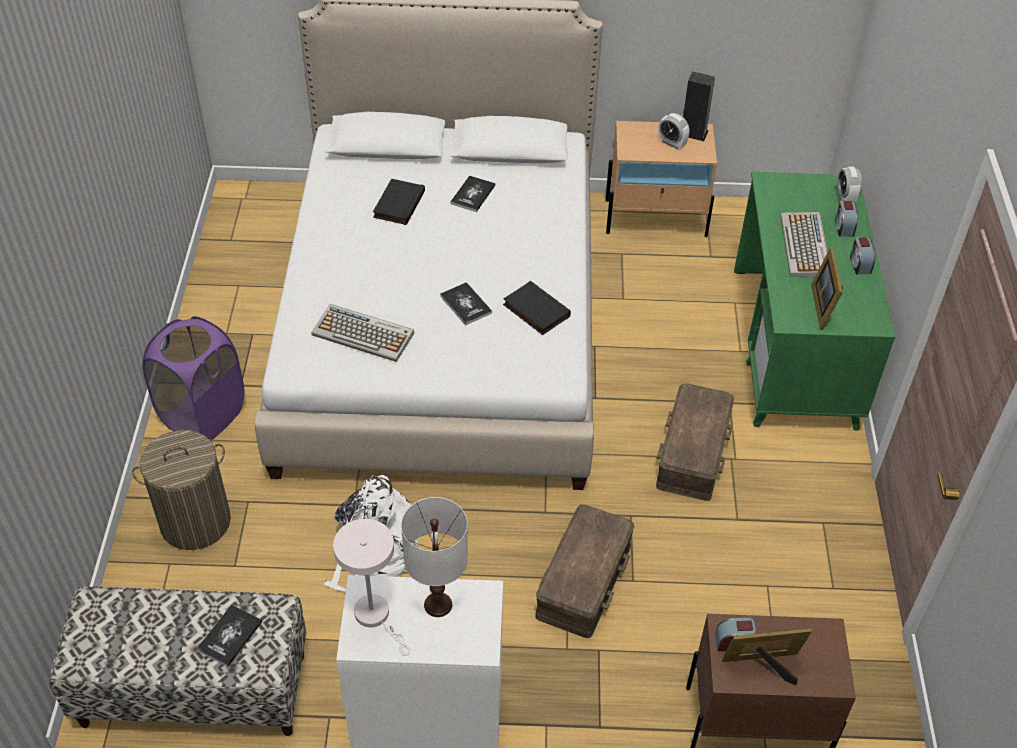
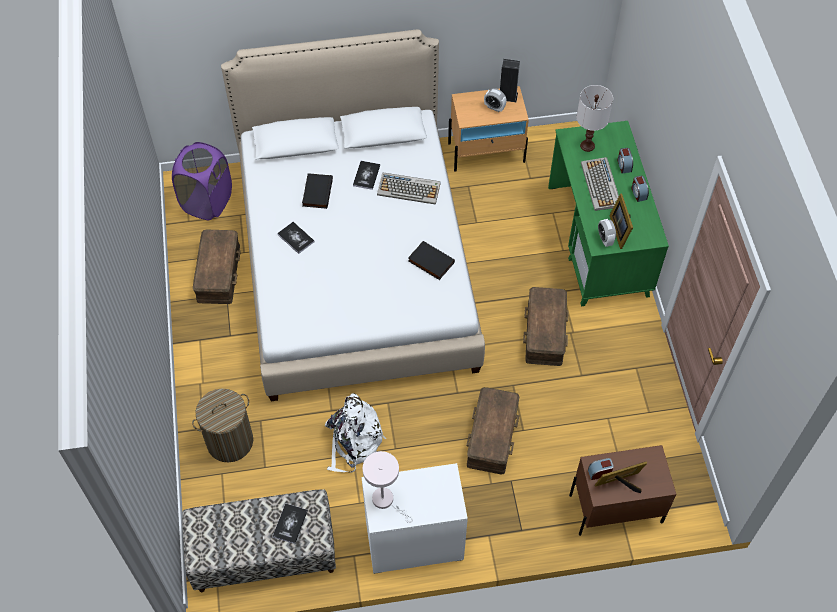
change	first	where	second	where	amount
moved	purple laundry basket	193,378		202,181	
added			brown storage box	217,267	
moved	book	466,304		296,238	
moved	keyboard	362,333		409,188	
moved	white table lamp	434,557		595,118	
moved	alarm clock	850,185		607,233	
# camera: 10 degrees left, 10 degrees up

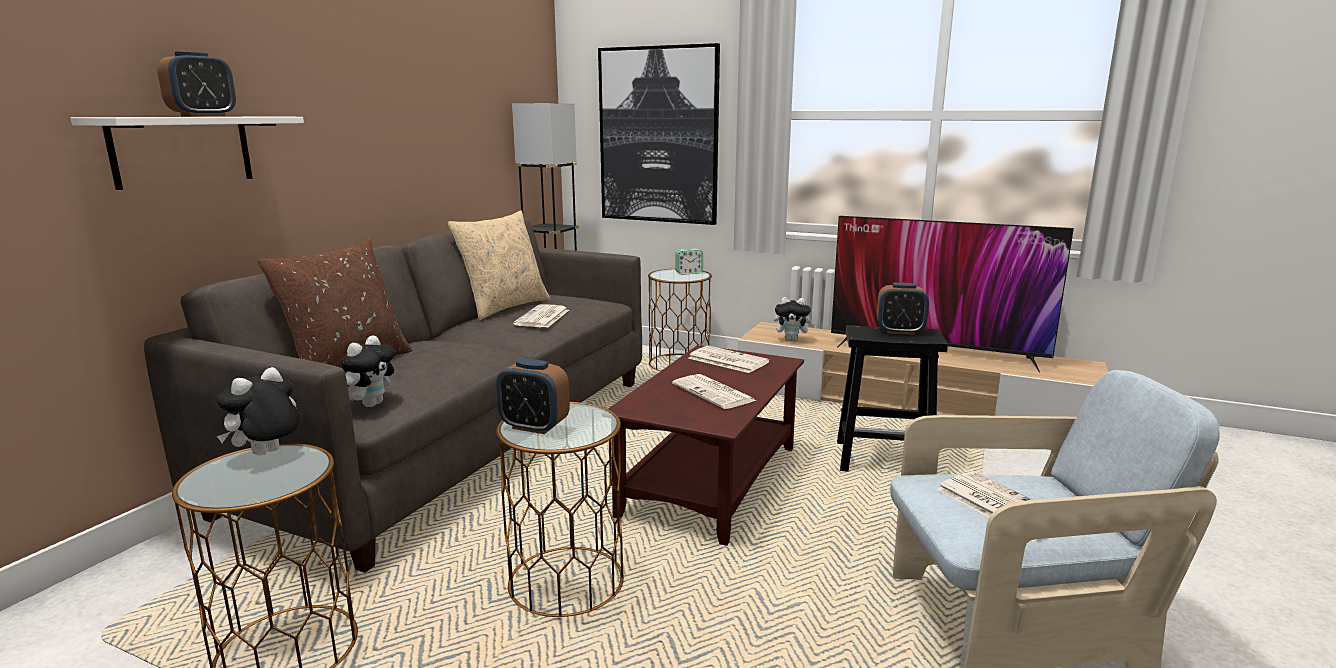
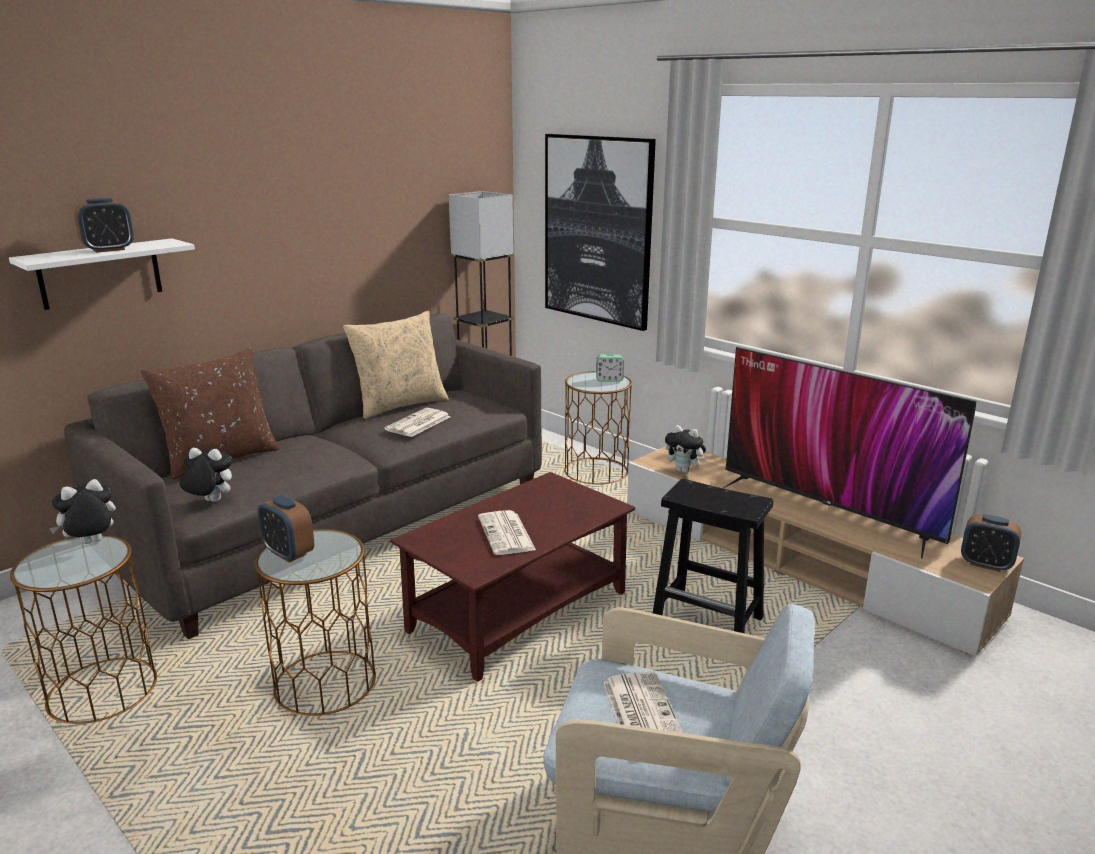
change	first	where	second	where	amount
turned	plush toy	368,371		206,475	120 degrees counterclockwise
moved	alarm clock	903,309		991,543	
removed	newspaper	729,359			
# camera: 20 degrees right, 5 degrees up

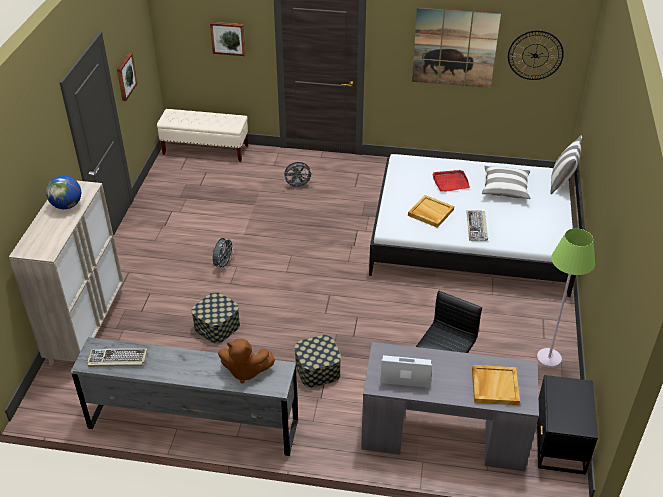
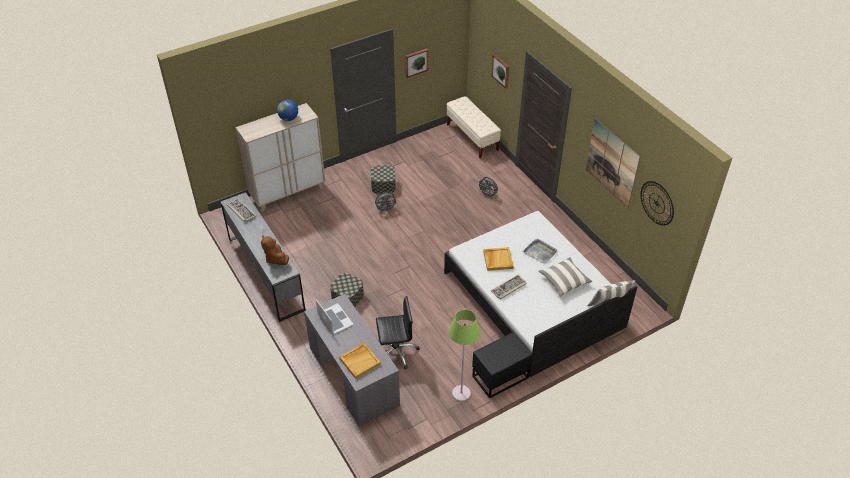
change	first	where	second	where	amount
moved	storage box	215,317		383,179	
moved	black nightstand	567,425		502,365	
recoloured	red tray	451,181	grey tray	540,251	
# camera: 50 degrees right, 5 degrees up

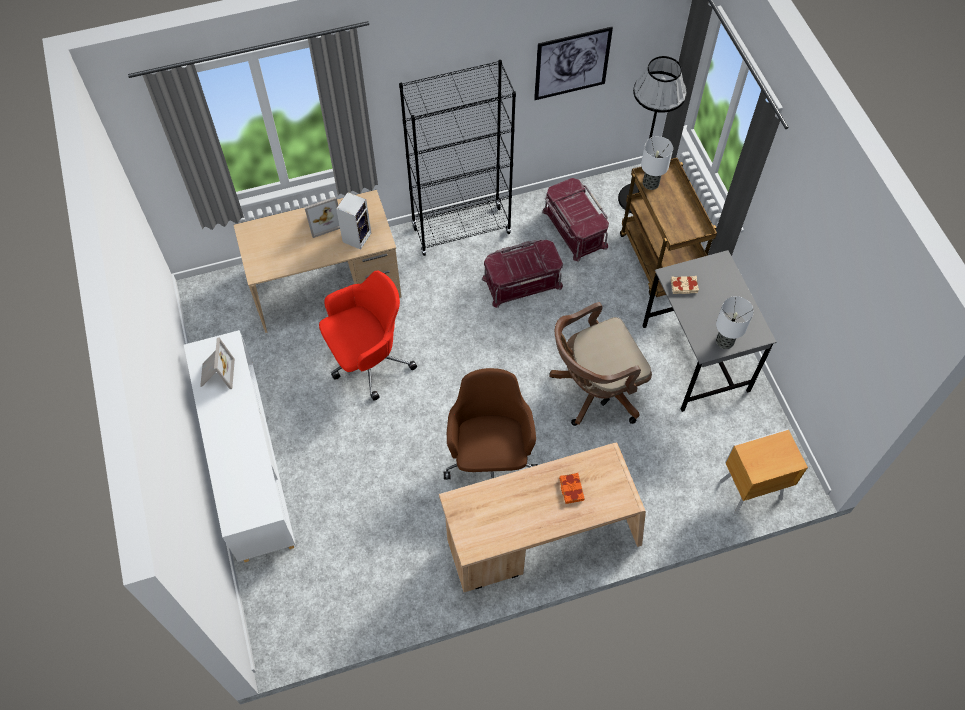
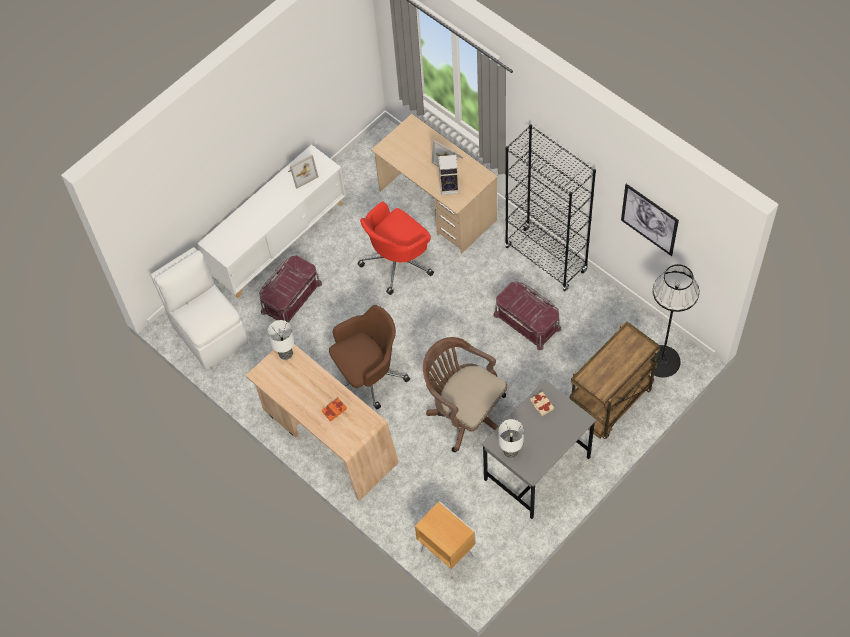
change	first	where	second	where	amount
added			white chair	199,308	
moved	red storage box	575,219		290,289	
moved	table lamp	657,163		281,340	
turned	red office chair	368,335		395,248	105 degrees clockwise
# camera: 65 degrees right, 0 degrees up

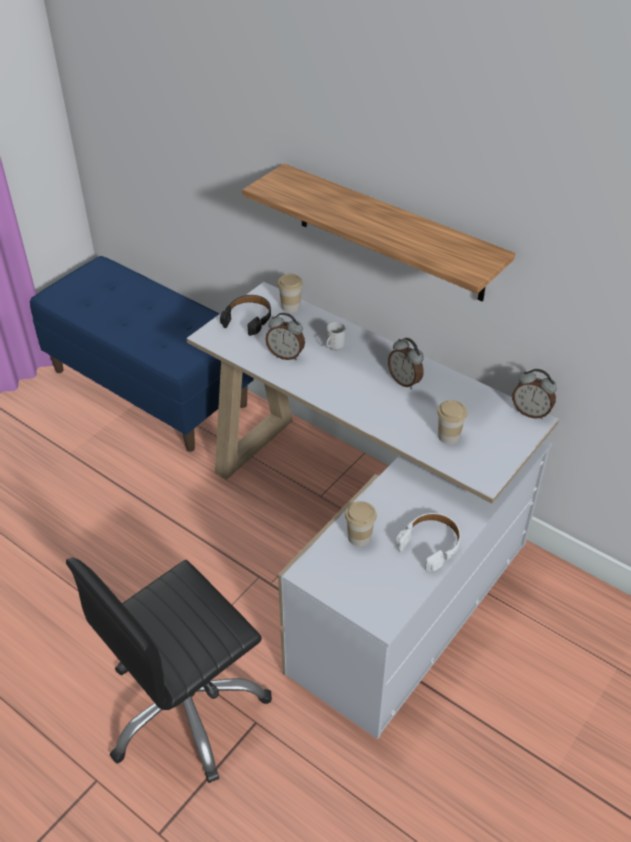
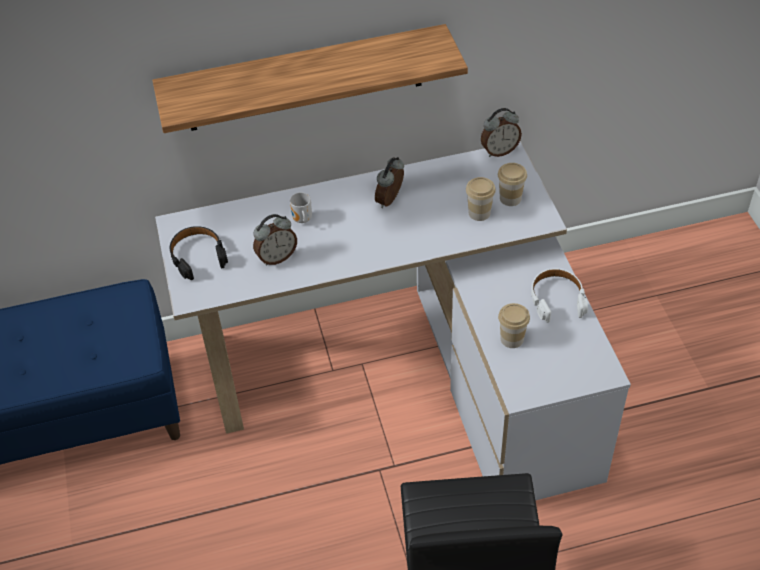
change	first	where	second	where	amount
turned	alarm clock	406,363		389,182	120 degrees clockwise
moved	cup	290,293		512,184	
# camera: 50 degrees left, 5 degrees up

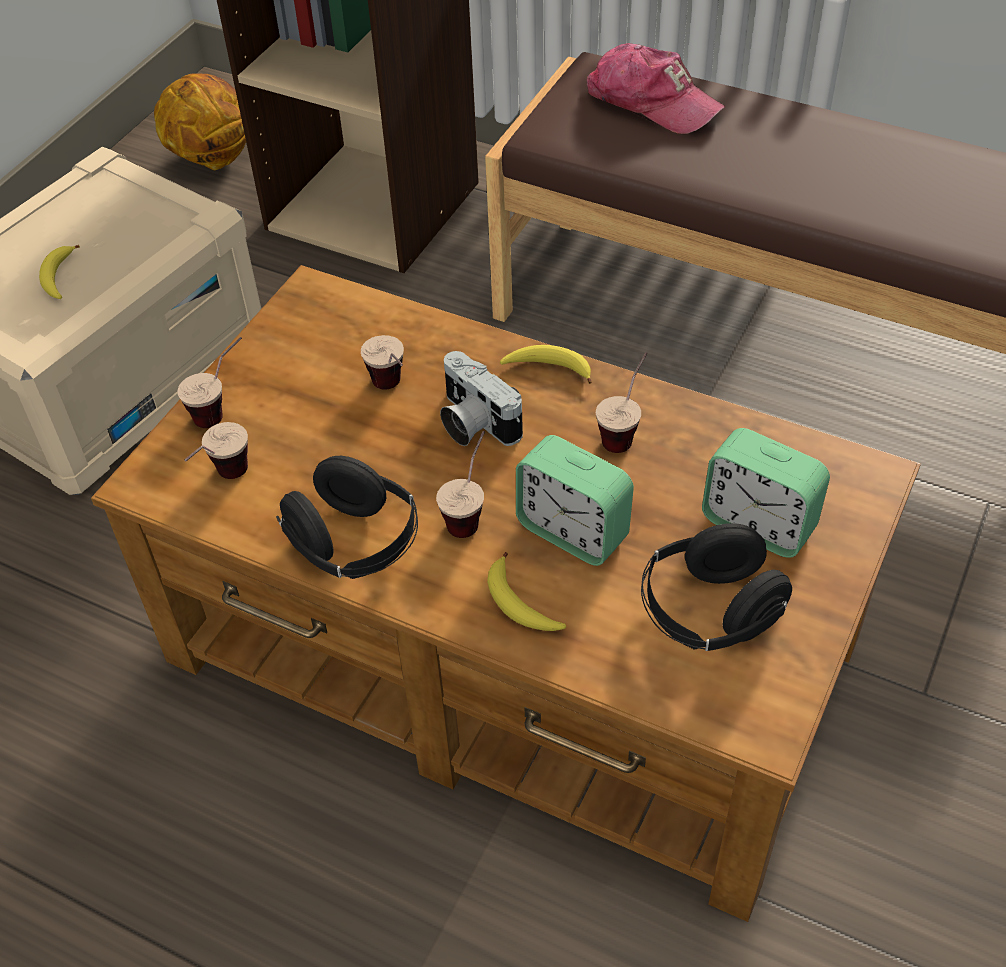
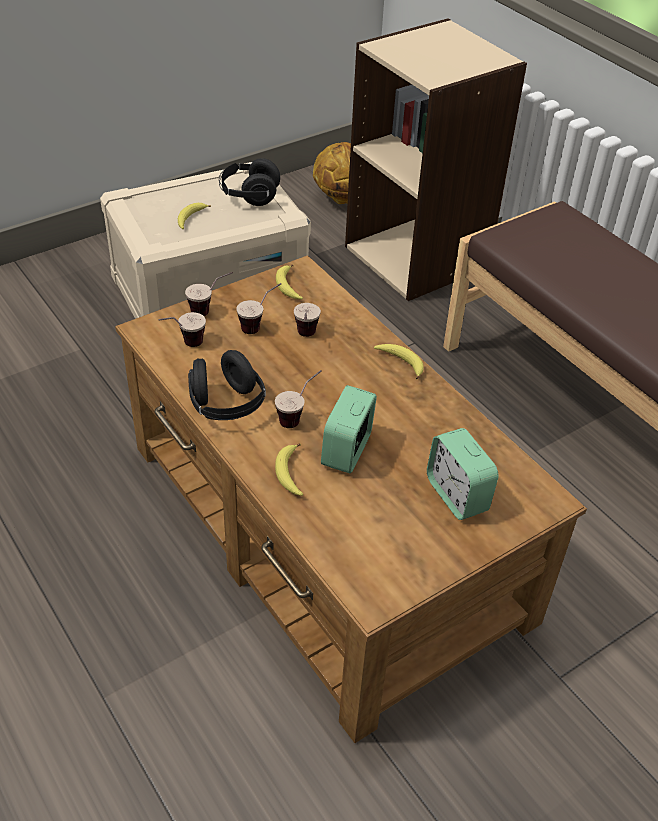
change	first	where	second	where	amount
moved	black headphones	716,587		249,182	
moved	cup	621,402		258,308	
added			banana	289,282	
turned	alarm clock	575,500		349,429	45 degrees clockwise
removed	photo camera	481,398			
removed	cap	655,88			
# camera: 25 degrees right, 5 degrees down

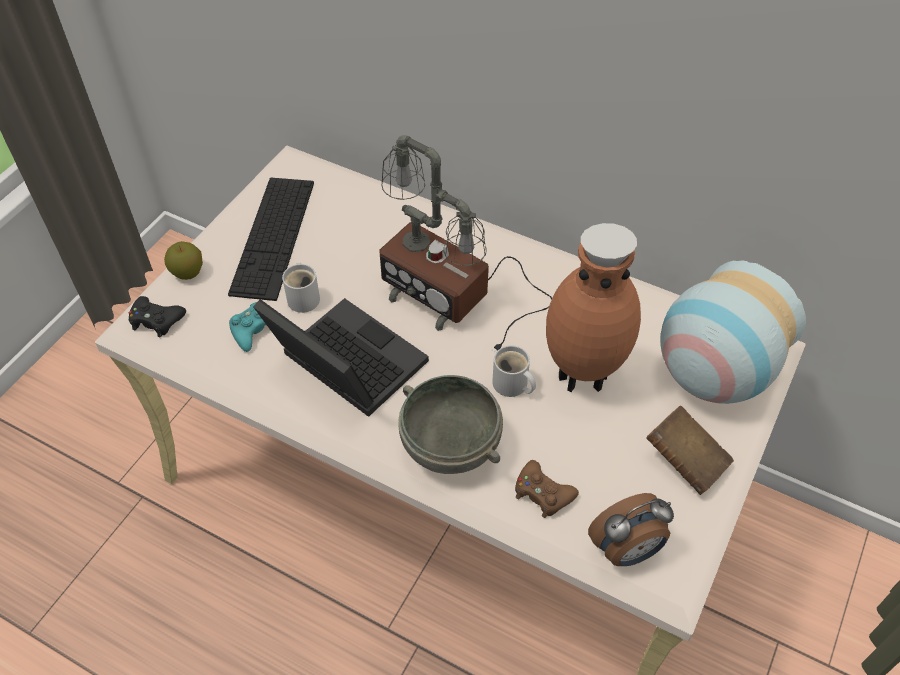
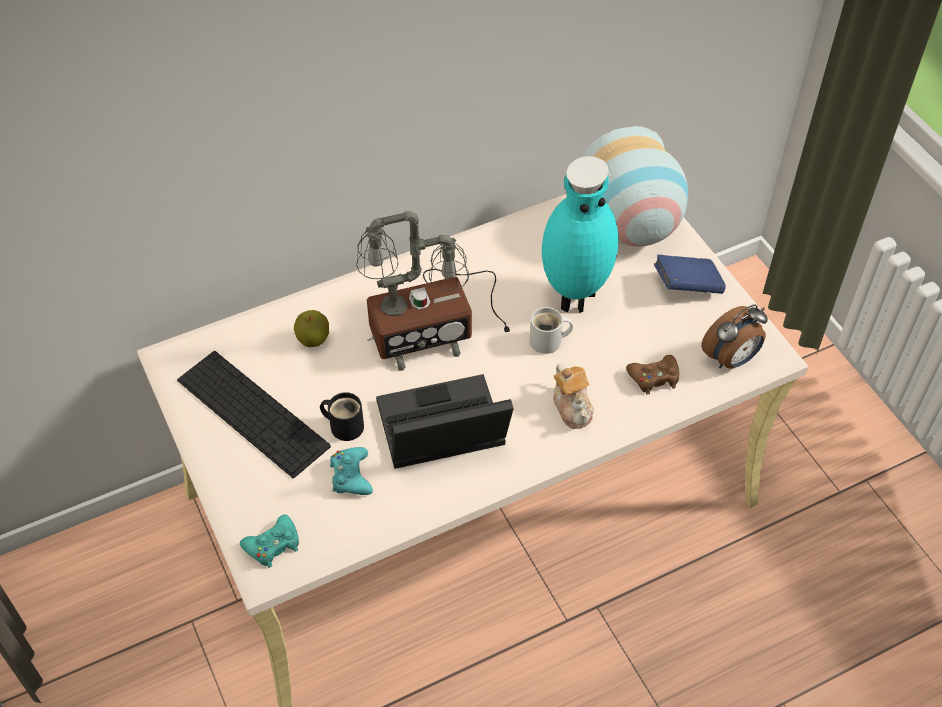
change	first	where	second	where	amount
recoloured	black game controller	157,316	turquoise game controller	269,541	
moved	apple	183,260		311,328	
recoloured	white mug	301,288	black mug	342,416	
recoloured	brown vase	593,307	turquoise vase	580,234	
replaced	grey bowl	450,424	teapot	573,396	
recoloured	brown book	690,450	blue book	690,274	
turned	alarm clock	631,529		734,336	45 degrees clockwise
# camera: 55 degrees left, 0 degrees up

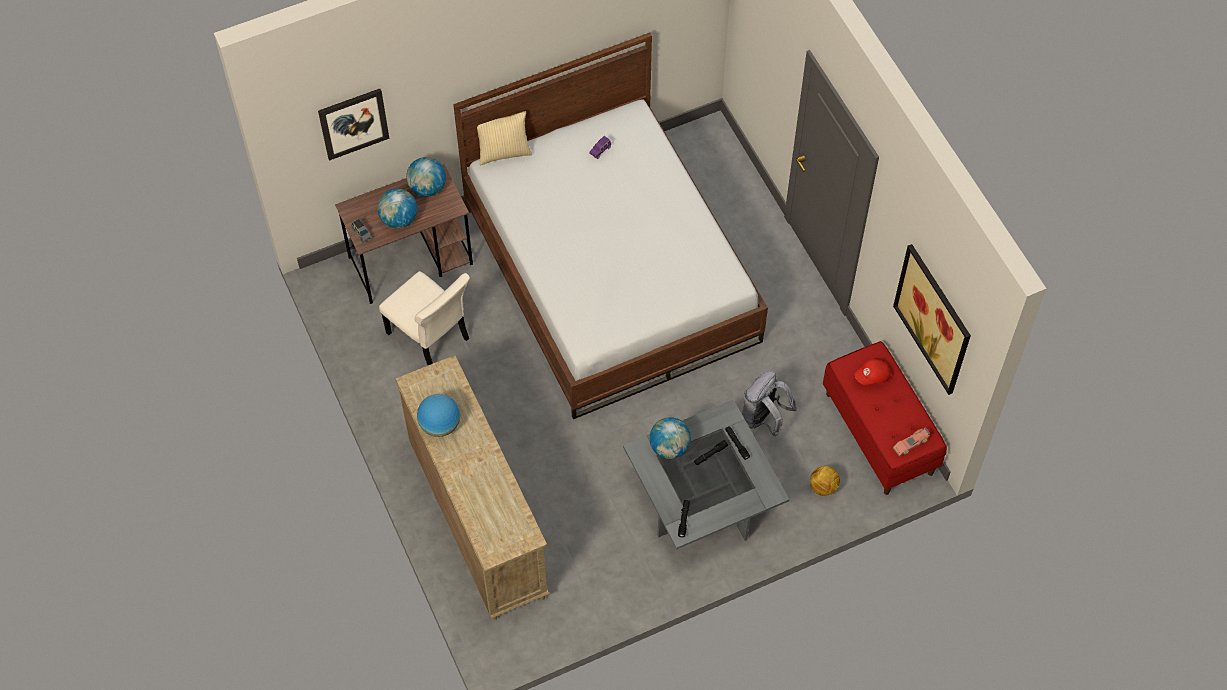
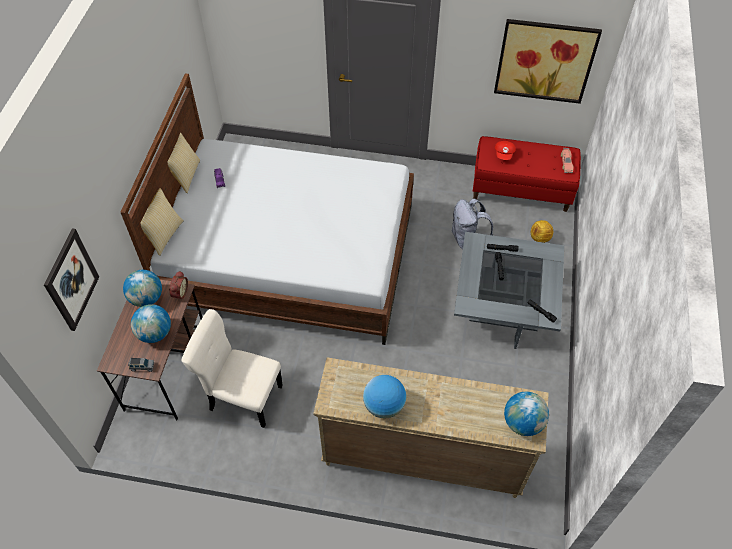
change	first	where	second	where	amount
added			pillow	183,163	
added			alarm clock	178,286	
turned	beige chair	424,318		232,368	150 degrees counterclockwise
moved	globe	670,438		526,414	
# camera: 55 degrees left, 5 degrees down

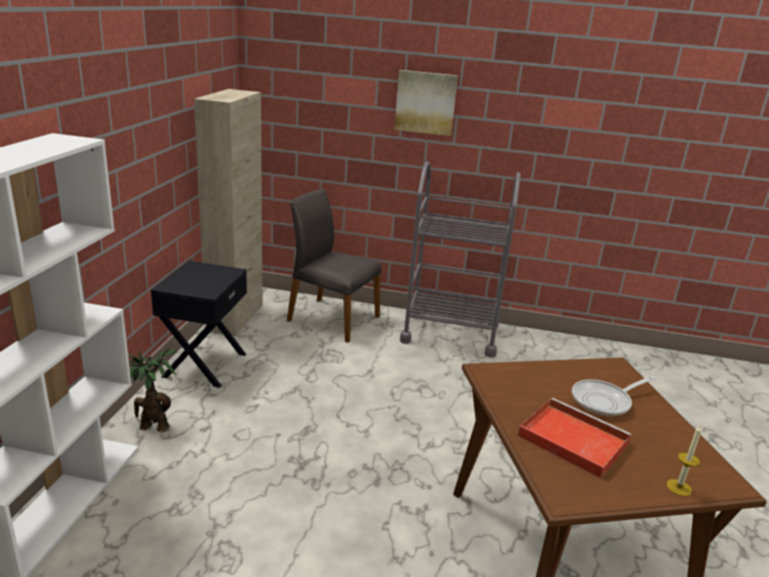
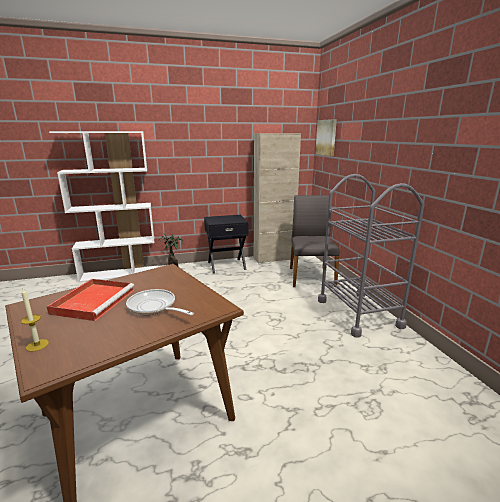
change	first	where	second	where	amount
moved	picture	426,103		326,137	
# camera: 65 degrees right, 5 degrees down

